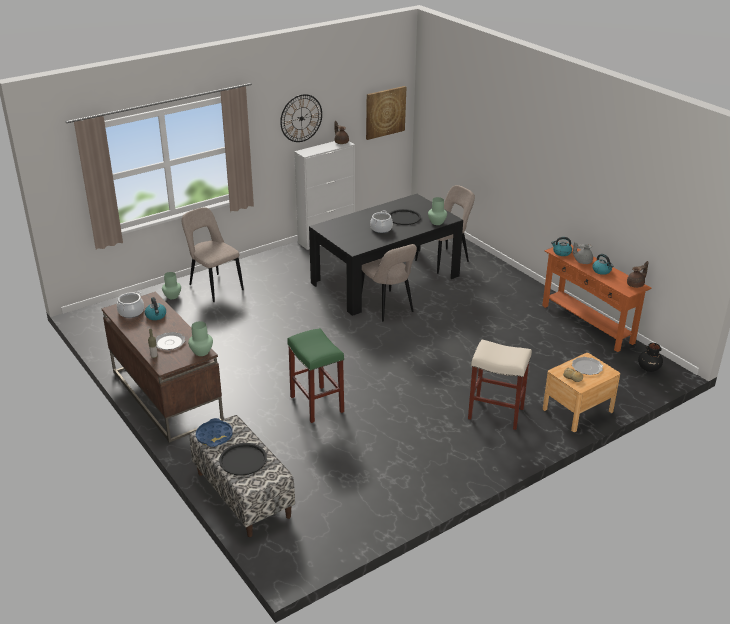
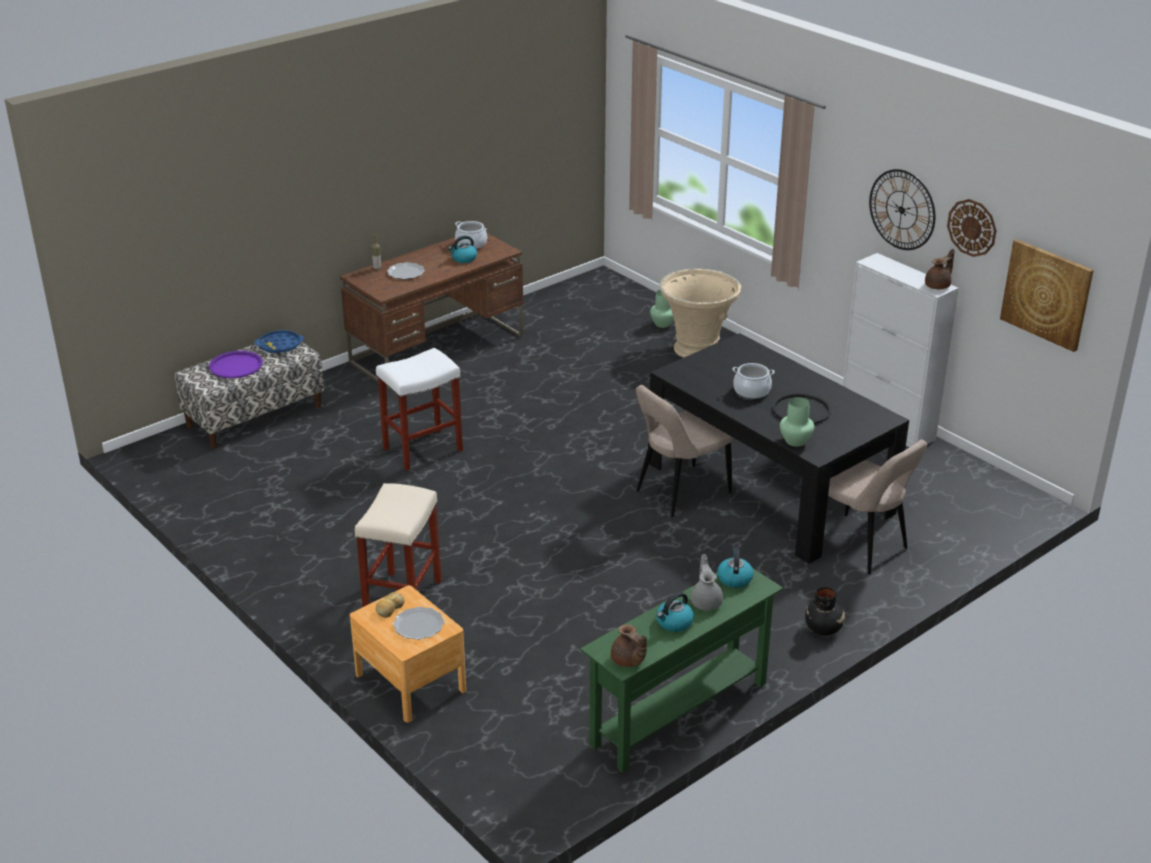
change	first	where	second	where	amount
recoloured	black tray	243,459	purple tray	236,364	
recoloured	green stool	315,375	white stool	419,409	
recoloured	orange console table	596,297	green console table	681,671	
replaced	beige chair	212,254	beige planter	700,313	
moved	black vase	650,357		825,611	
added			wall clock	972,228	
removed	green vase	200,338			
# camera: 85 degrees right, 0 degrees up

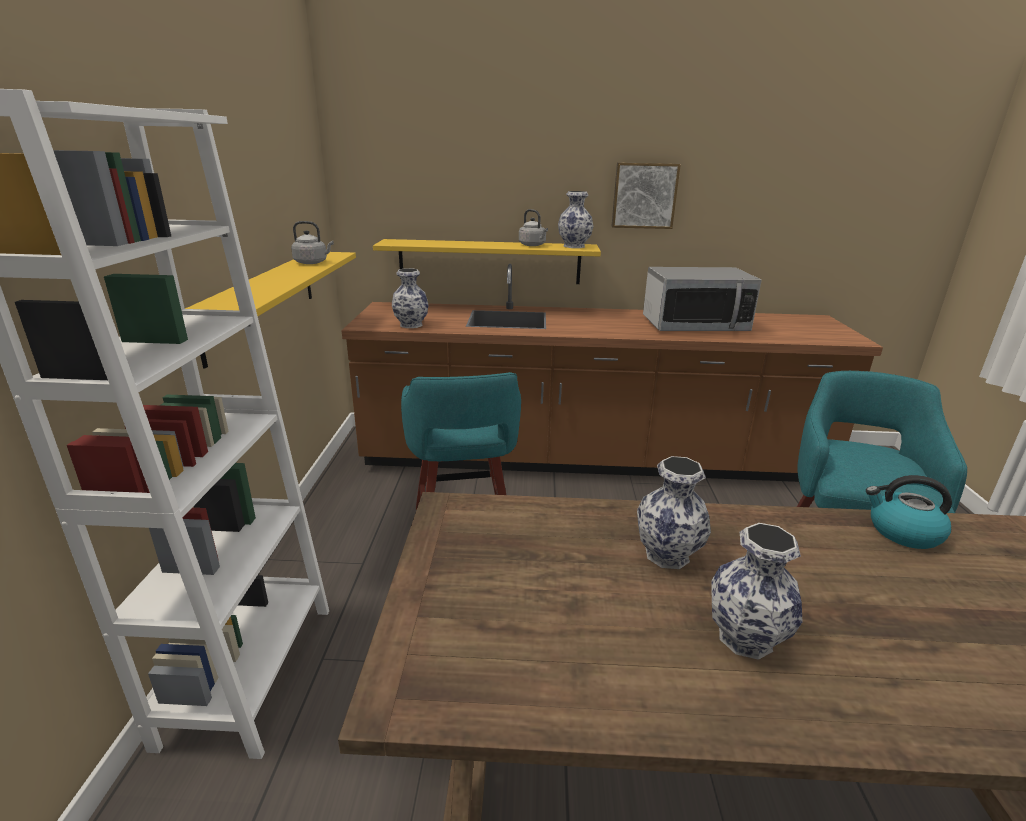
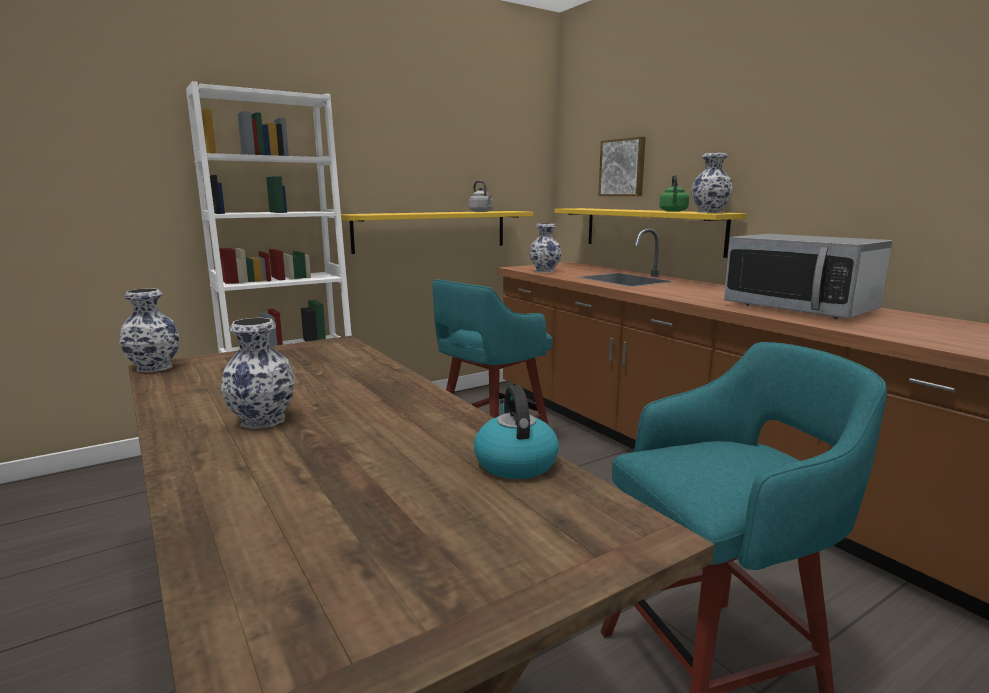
change	first	where	second	where	amount
moved	vase	674,512		149,330	
moved	picture	646,195		622,166	
recoloured	grey kettle	533,227	green kettle	674,193	
# camera: 55 degrees right, 10 degrees down

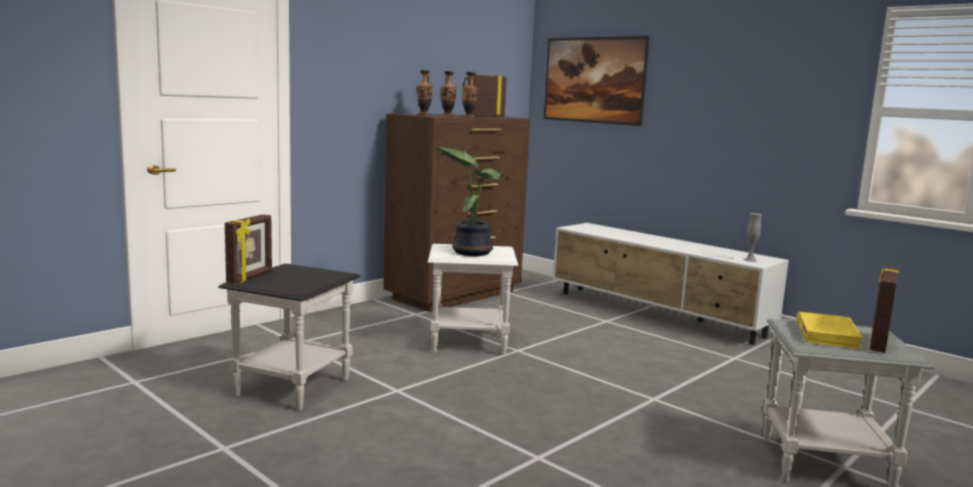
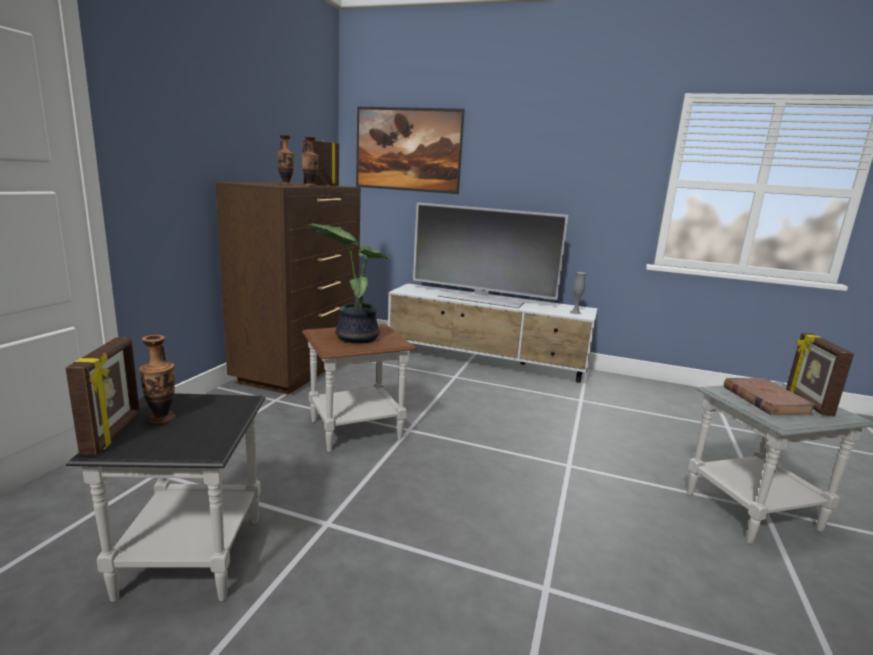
change	first	where	second	where	amount
moved	vase	425,92		157,379	
recoloured	white side table	473,299	brown side table	359,388	
added			television	491,255	
recoloured	yellow book	829,331	brown book	770,397	
# camera: 25 degrees left, 5 degrees up

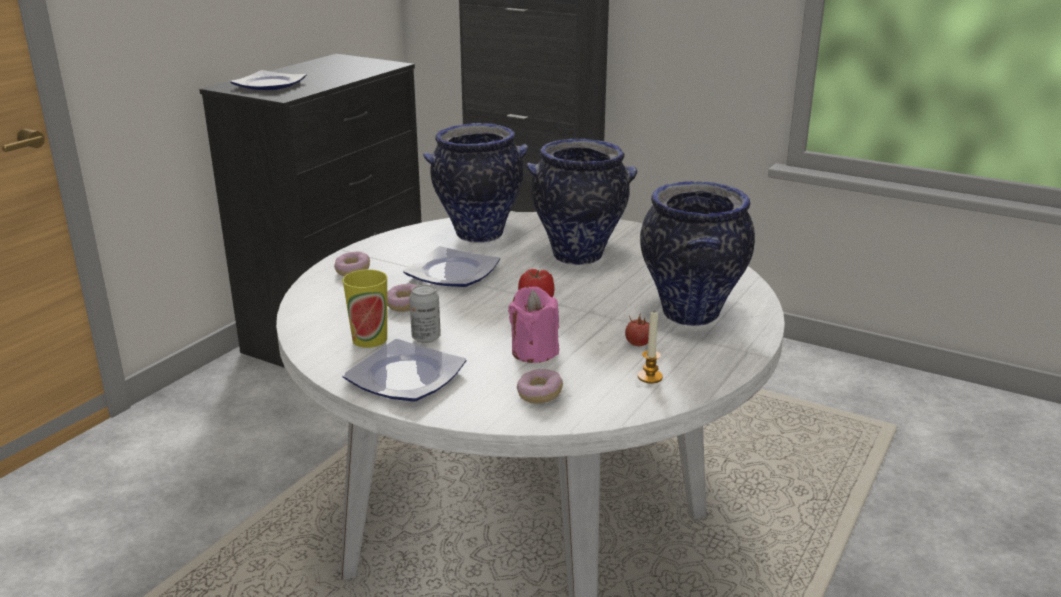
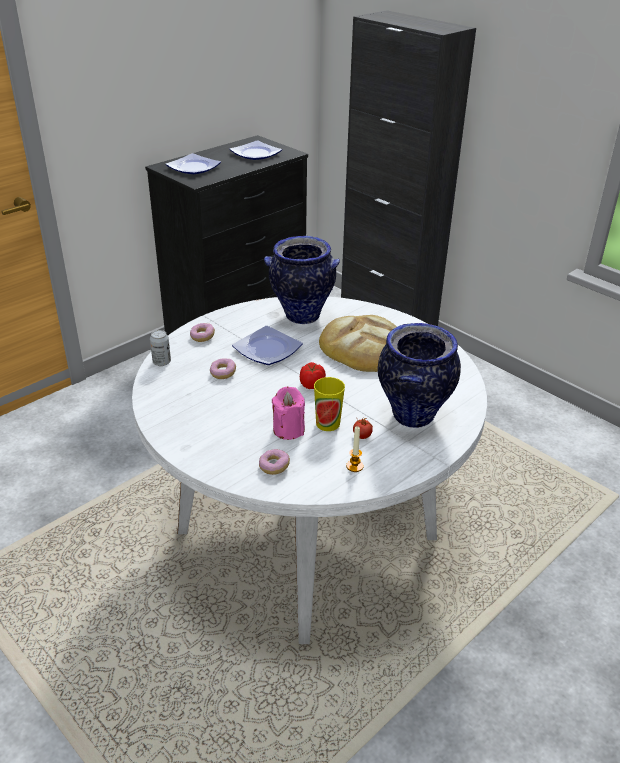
change	first	where	second	where	amount
moved	can	425,314		160,348	
moved	plate	404,370		256,150	
moved	cup	365,309		329,404	
replaced	vase	582,202	bread	358,343	
# camera: 15 degrees right, 10 degrees up

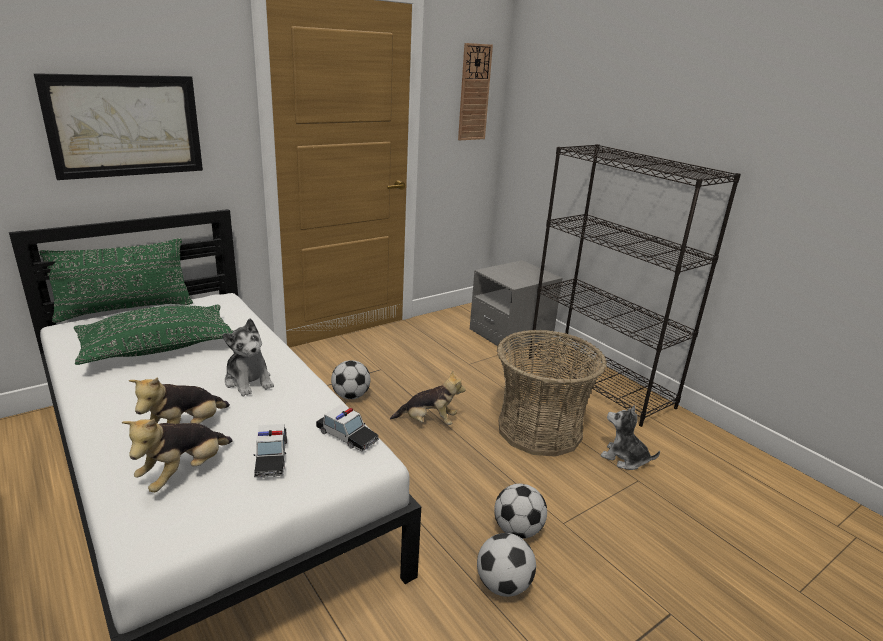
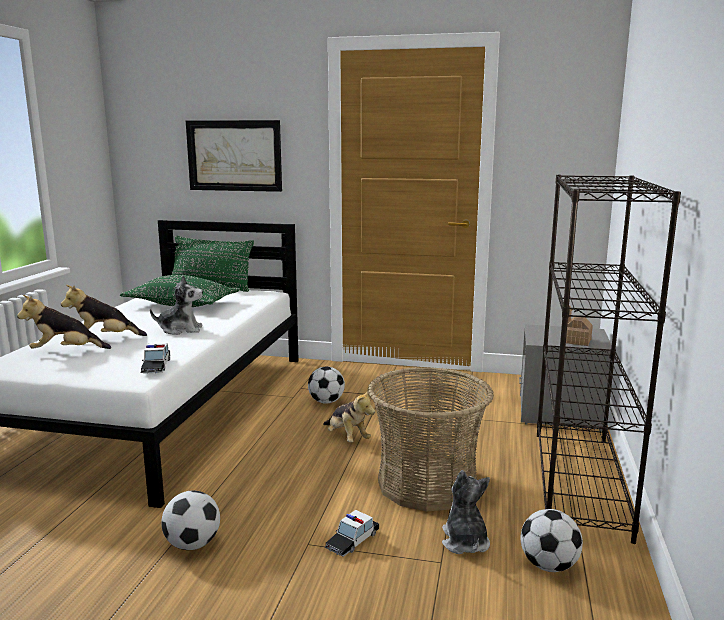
change	first	where	second	where	amount
turned	plush toy	248,357		176,305	105 degrees counterclockwise
moved	toy car	270,451		352,533	
moved	football	520,511		552,540	
added			toy house	579,326	
removed	wall clock	475,91			
# camera: 50 degrees right, 10 degrees down

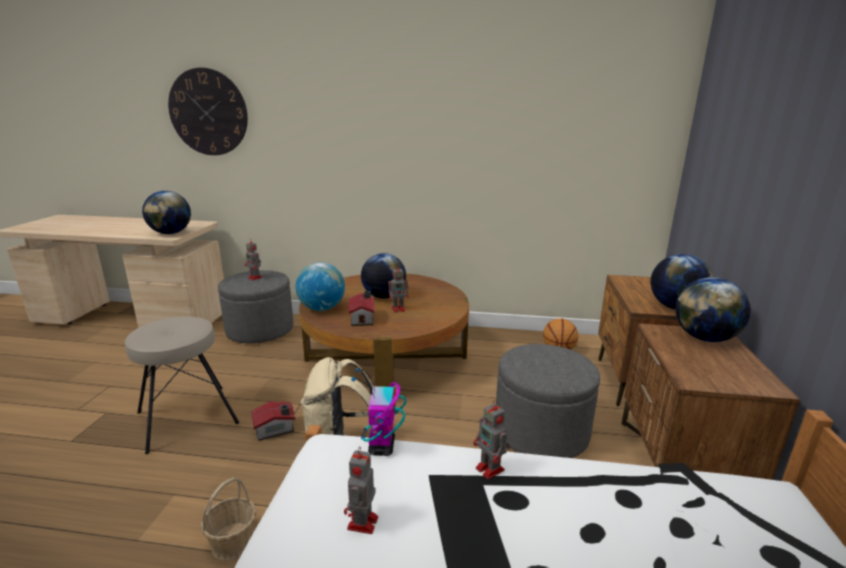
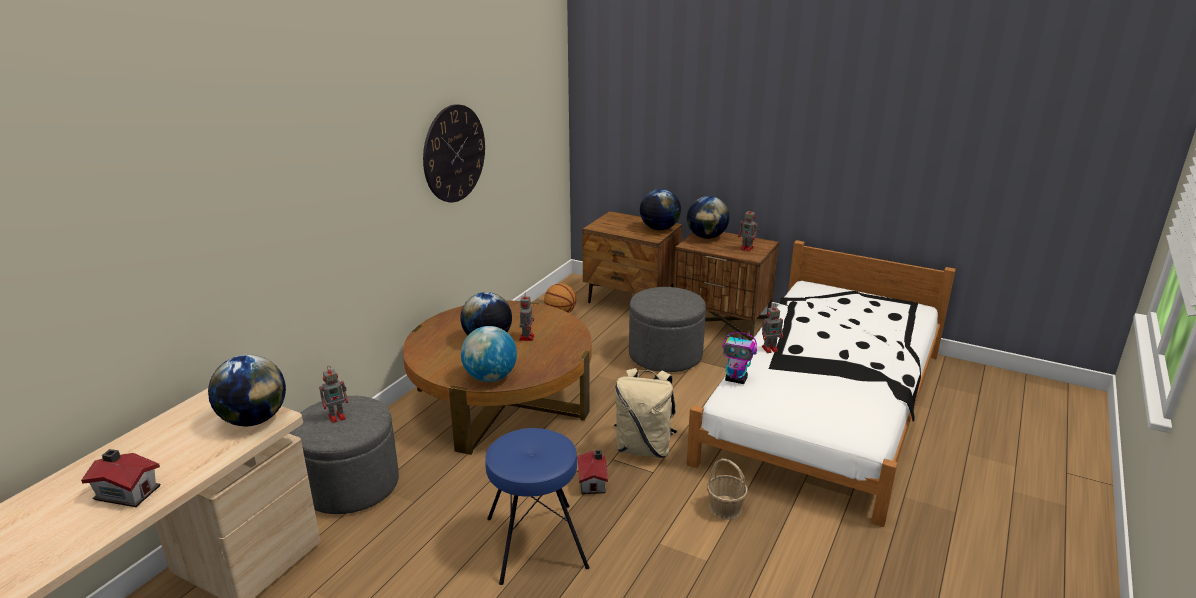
change	first	where	second	where	amount
moved	toy house	362,308		120,478	
moved	wall clock	208,111		454,153	
recoloured	beige stool	182,385	blue stool	537,506	
moved	toy robot	361,490		748,229	
# camera: 70 degrees left, 5 degrees up

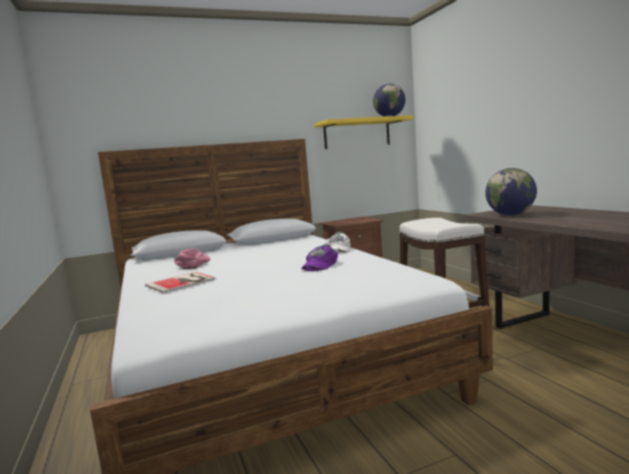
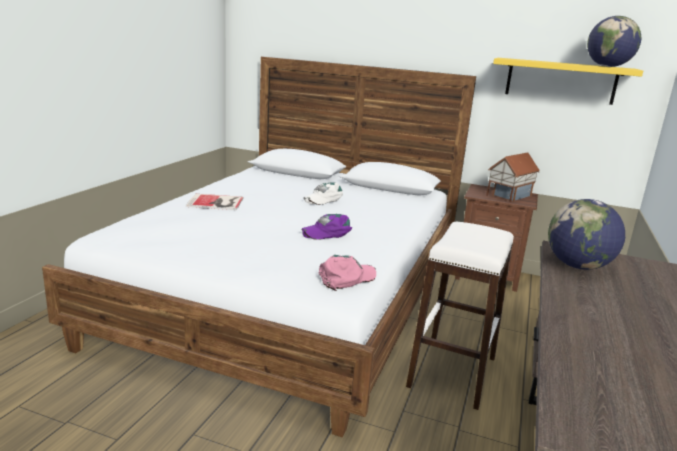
change	first	where	second	where	amount
moved	white cap	337,243		323,193	
moved	pink cap	192,258		347,273	
added			toy house	513,177	
# camera: 40 degrees right, 10 degrees up

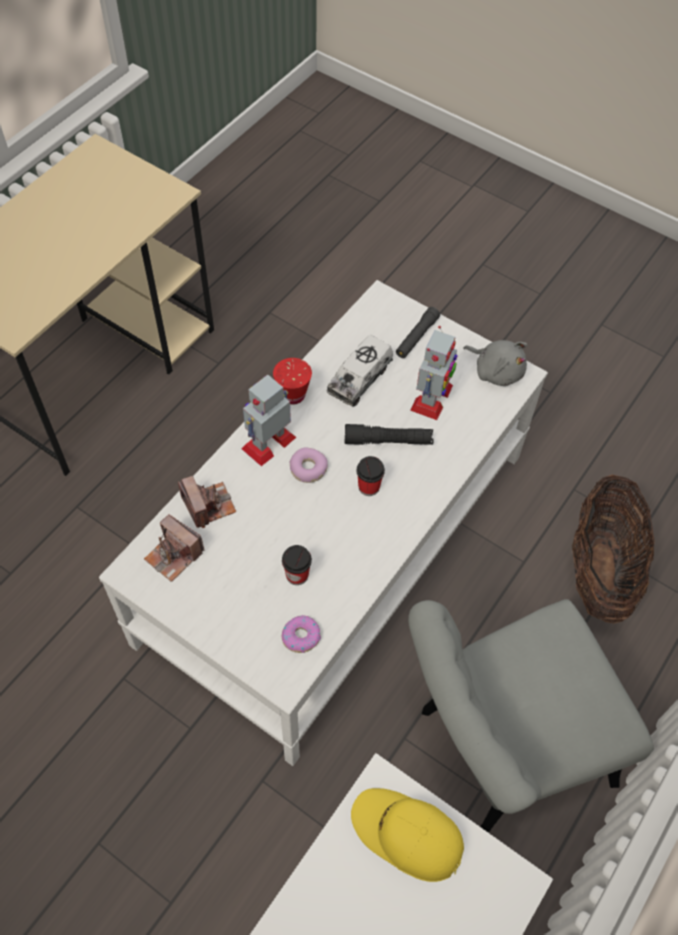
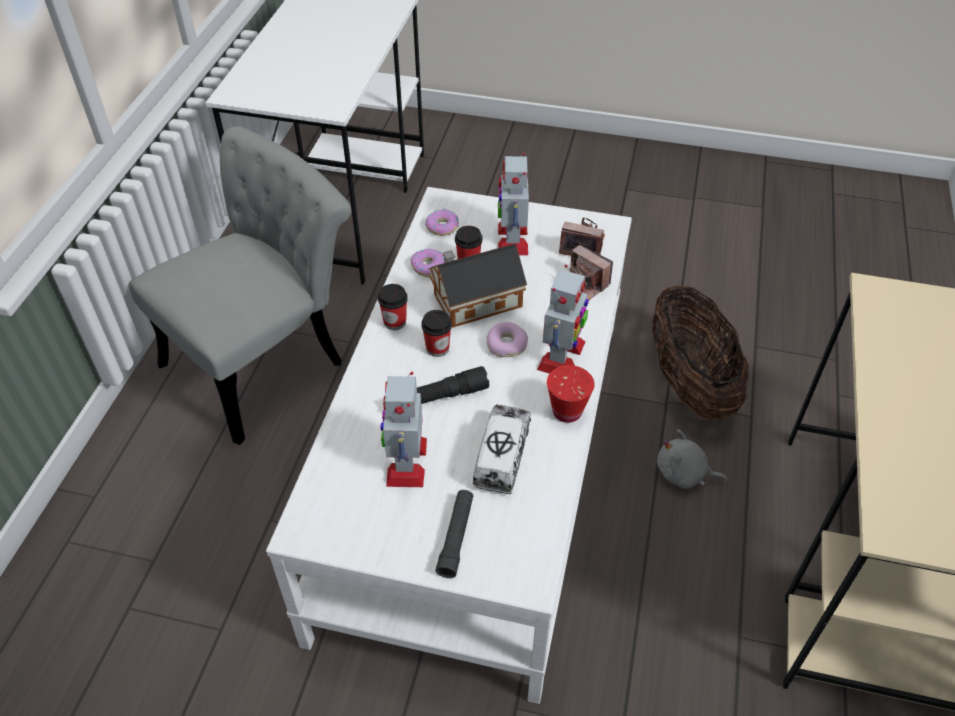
change	first	where	second	where	amount
added			cup	393,307	
added			donut	427,263	
added			toy house	477,286	
added			toy robot	513,204	
moved	basket	613,549		700,352	
moved	grey plush toy	495,363		692,459	
removed	yellow cap	407,835			
# camera: 160 degrees right, 10 degrees down

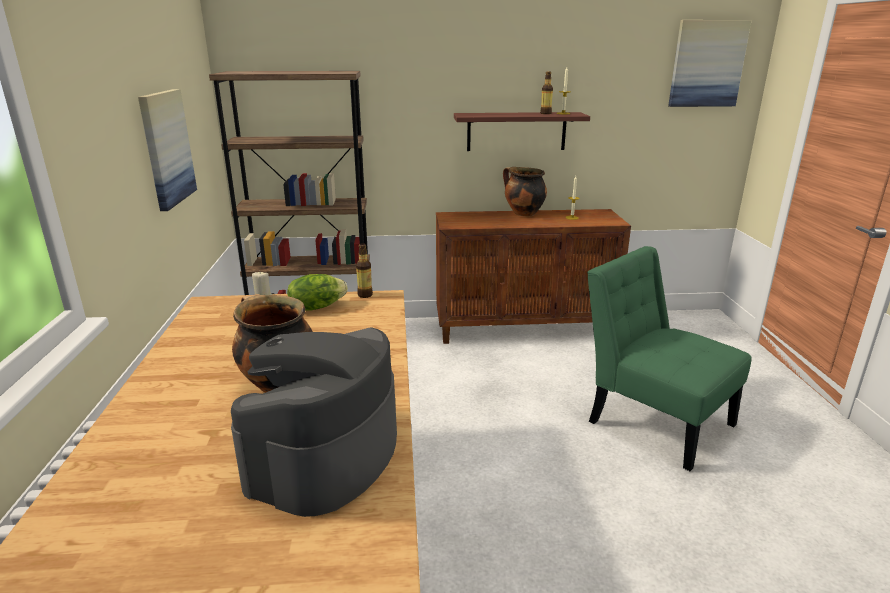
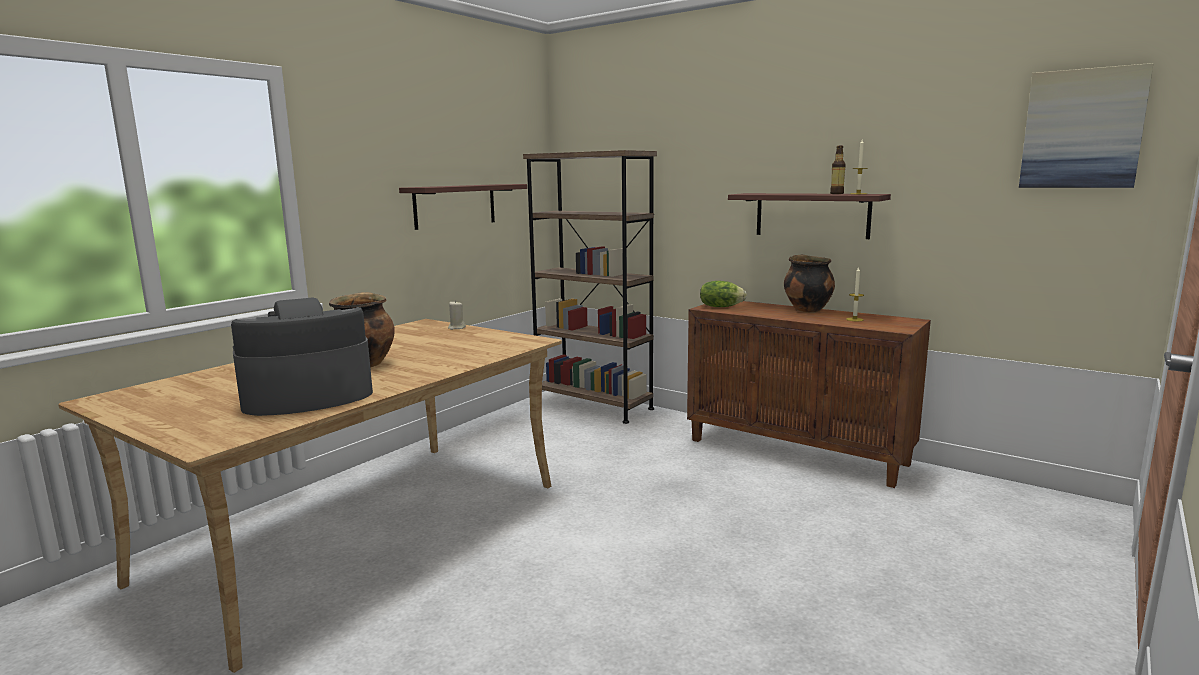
change	first	where	second	where	amount
replaced	picture	167,150	shelf	463,207	
moved	lettuce	317,292		723,294	
removed	bottle	364,270			
removed	green chair	669,358			
# camera: 40 degrees right, 10 degrees down

